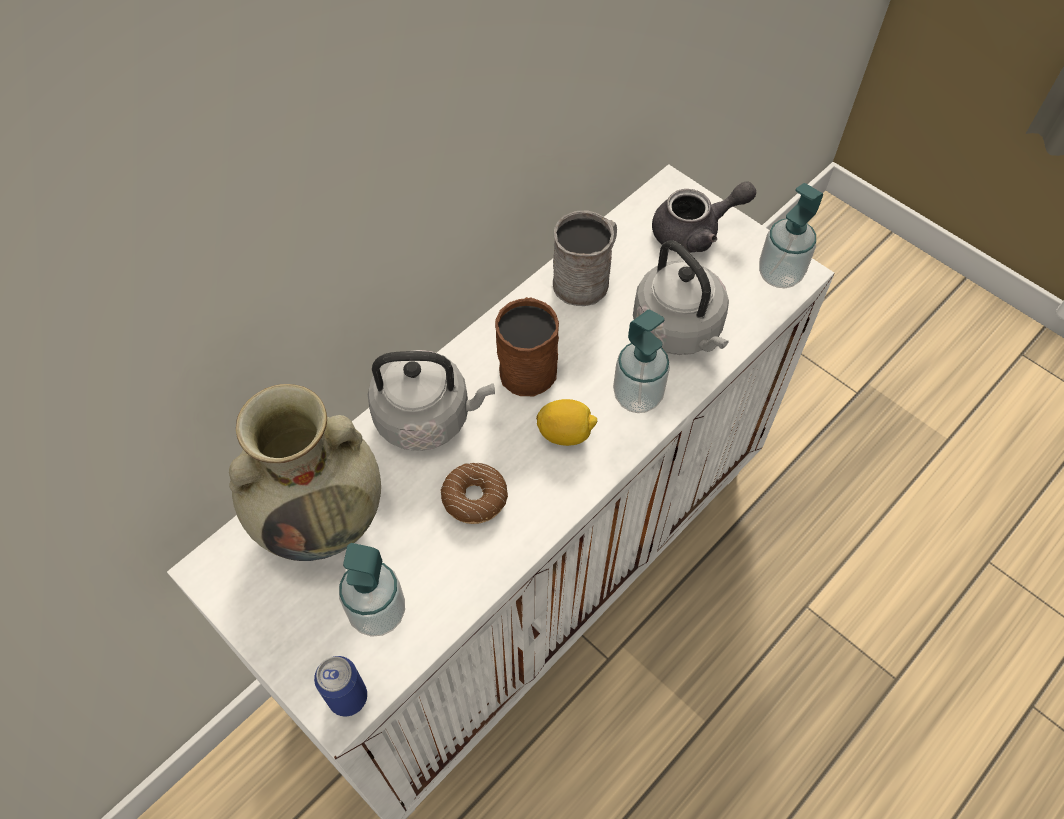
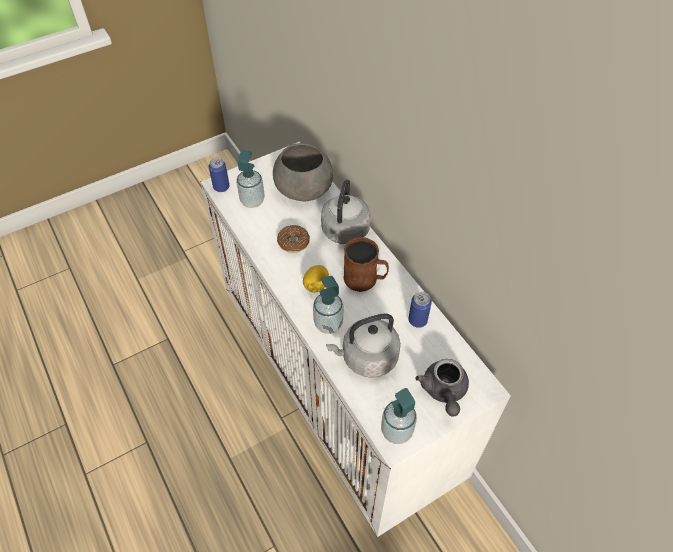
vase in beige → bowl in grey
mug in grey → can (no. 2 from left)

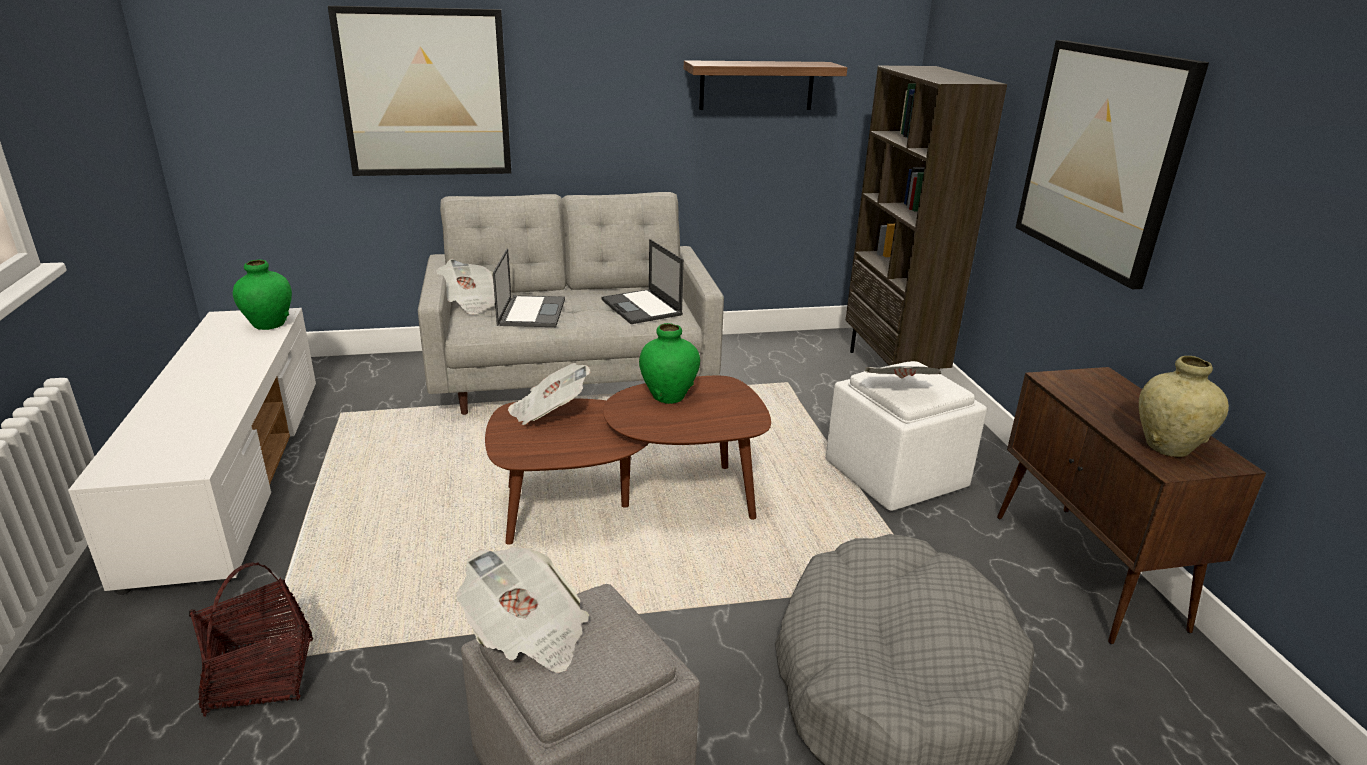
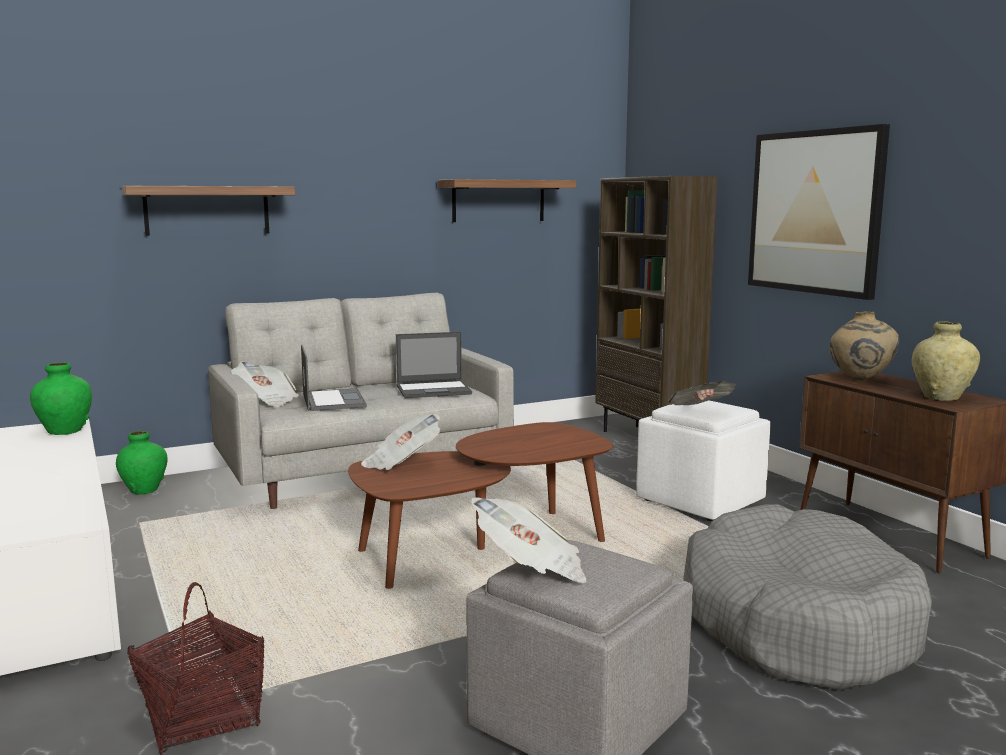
vase in green (no. 2 from left), shifted
picture (no. 1 from left) → shelf (no. 1 from left)
laptop (no. 2 from left), 60 degrees counterclockwise
- → vase in beige (no. 1 from left)

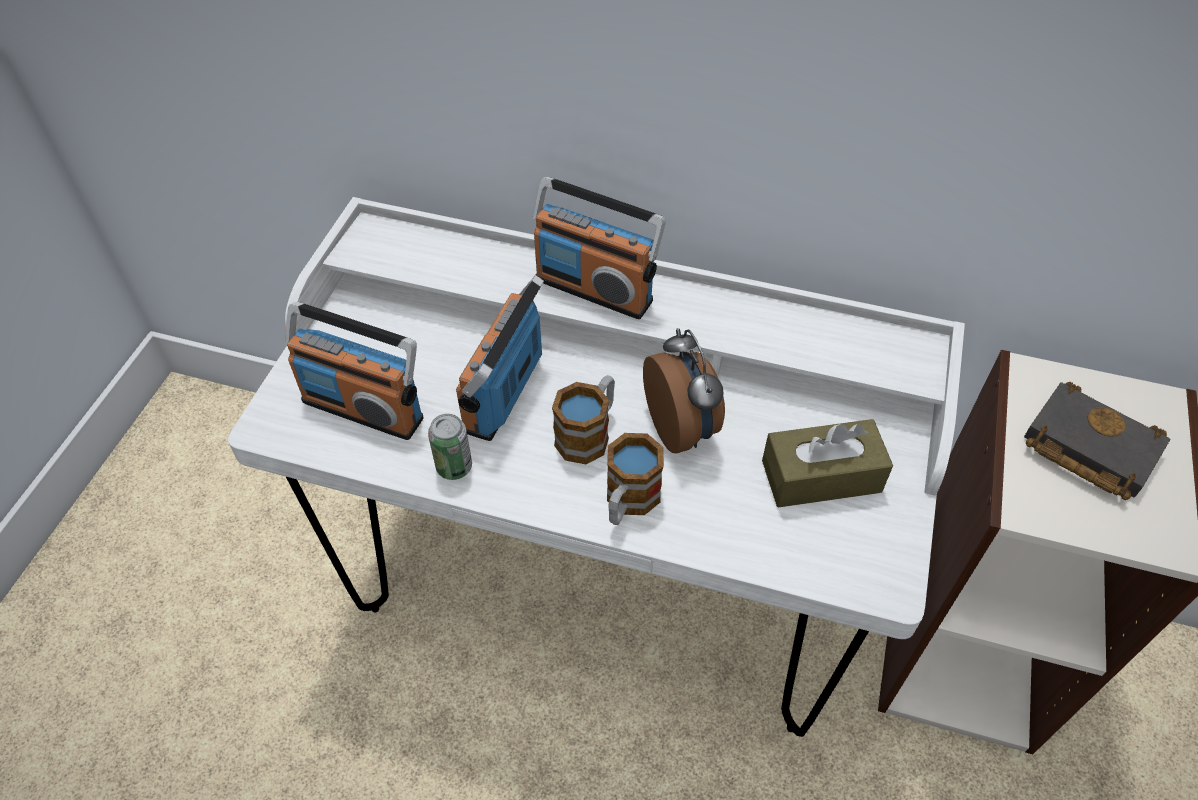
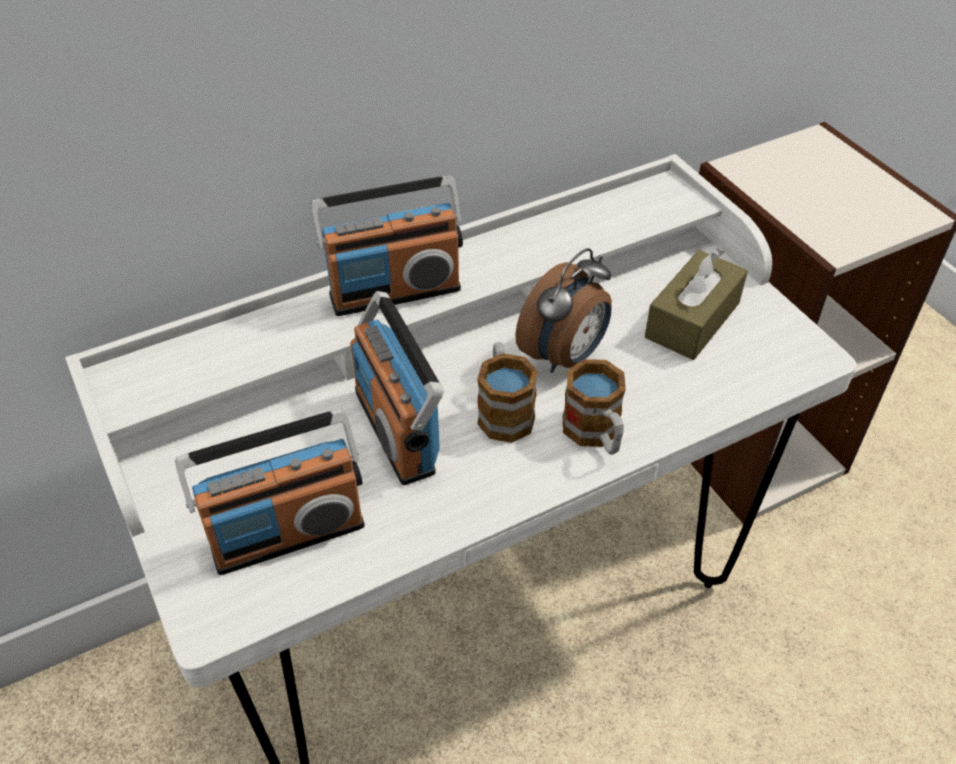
alarm clock, 105 degrees clockwise
can → -
book in black → -

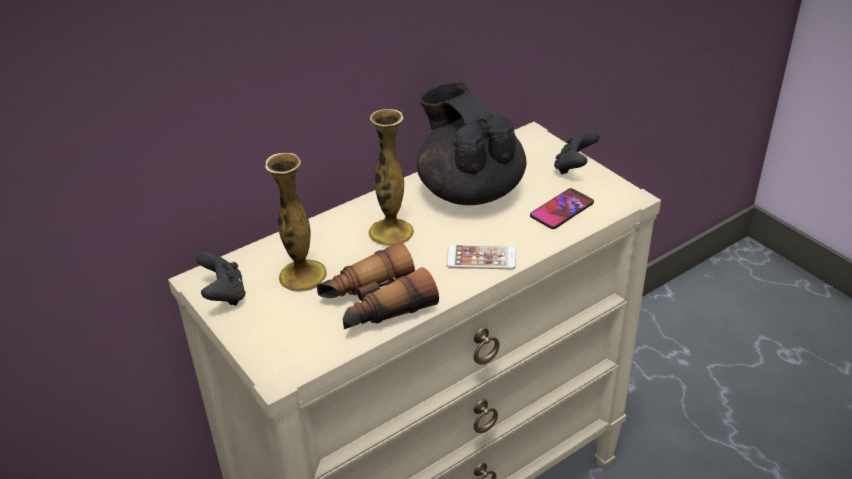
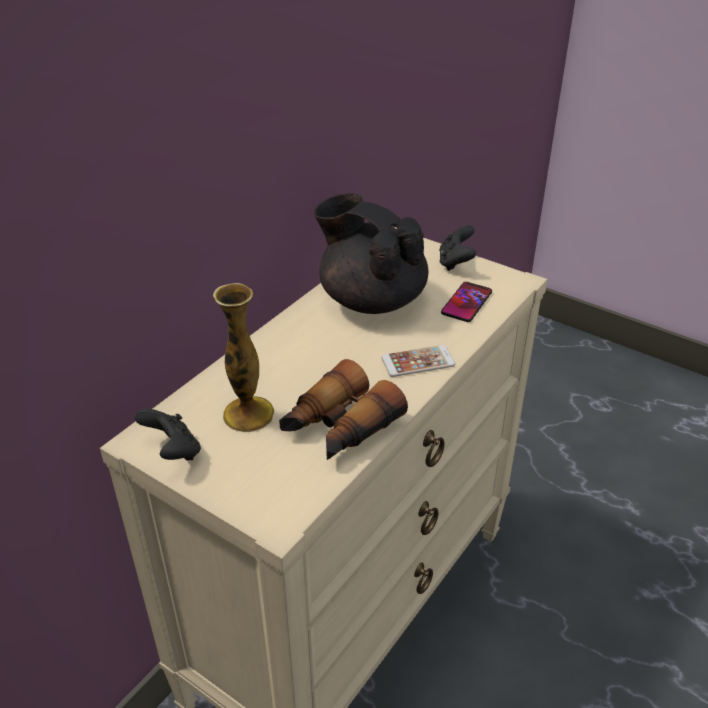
vase (no. 2 from left) → -

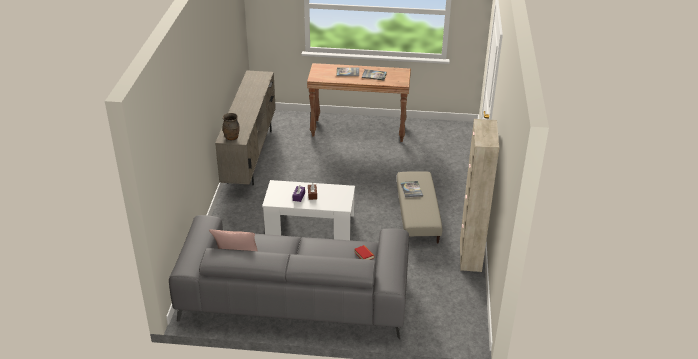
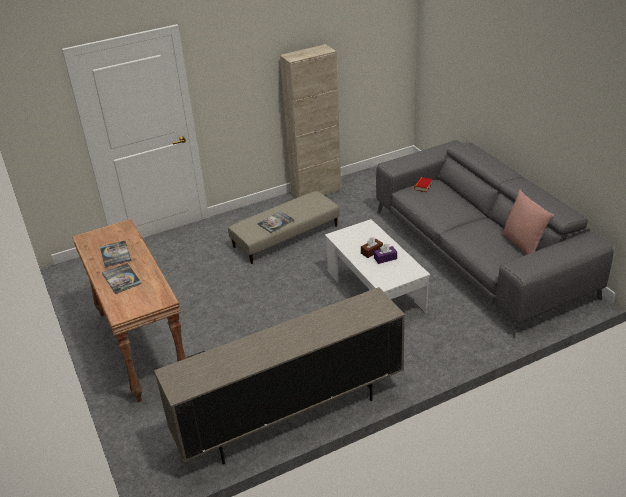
vase in brown → -

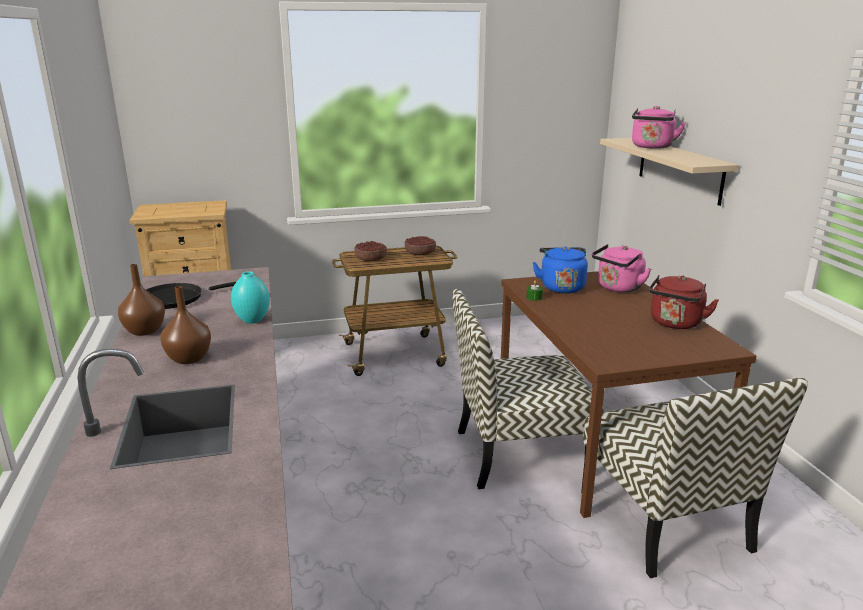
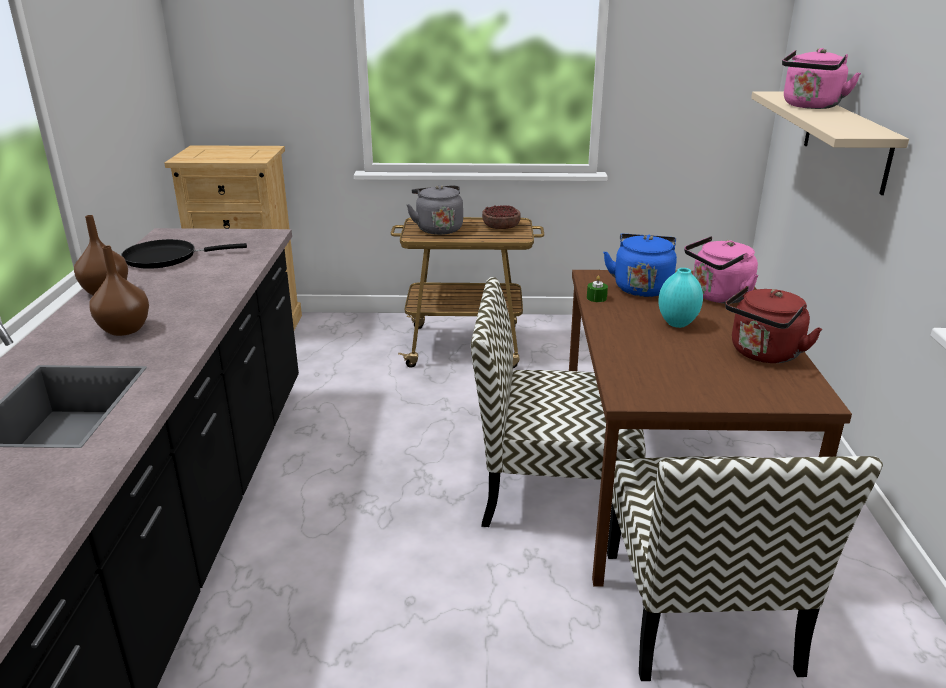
bowl (no. 1 from left) → kettle in grey
vase in turquoise, shifted

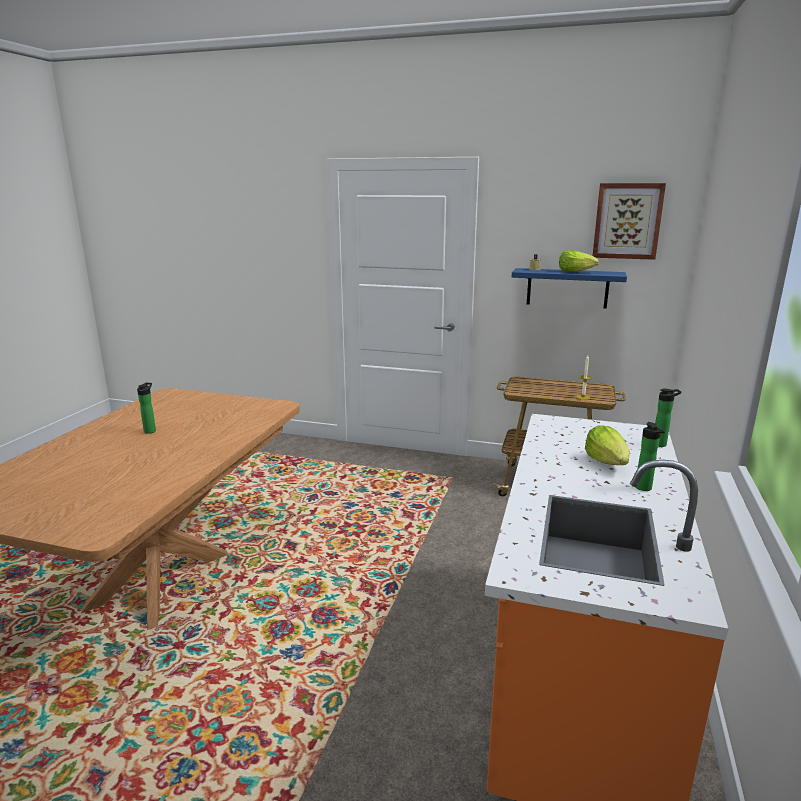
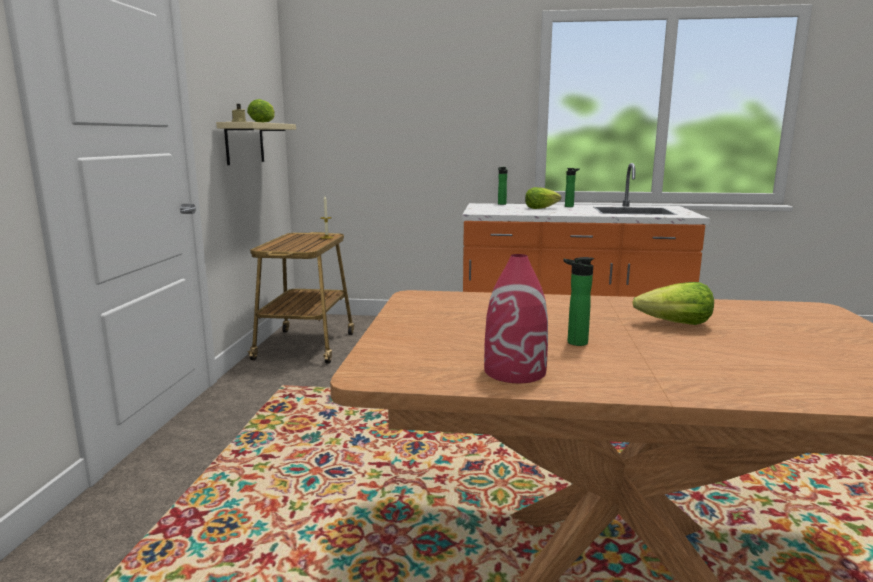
shelf in blue → shelf in beige
- → vase in red
- → lettuce (no. 3 from left)
picture → -

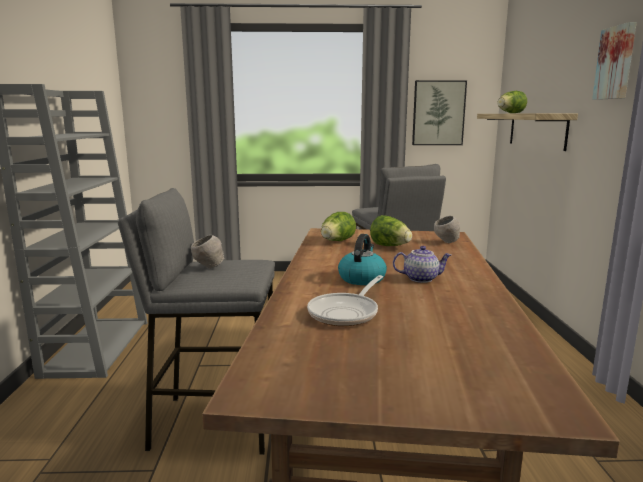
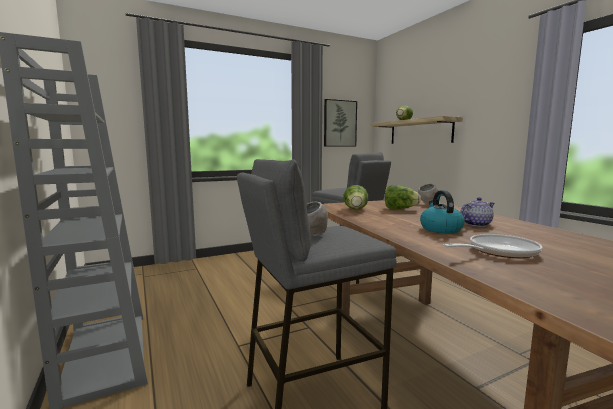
frying pan, 120 degrees counterclockwise
picture (no. 2 from left) → -

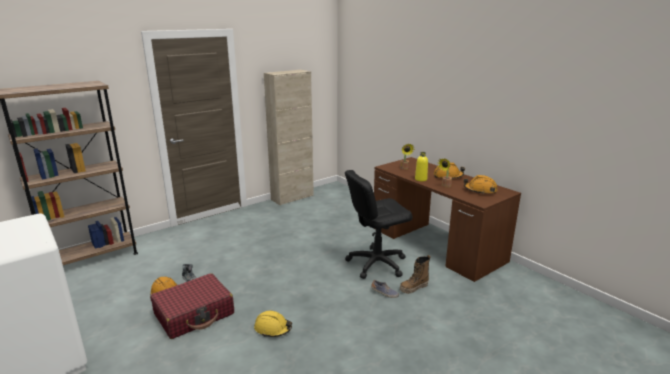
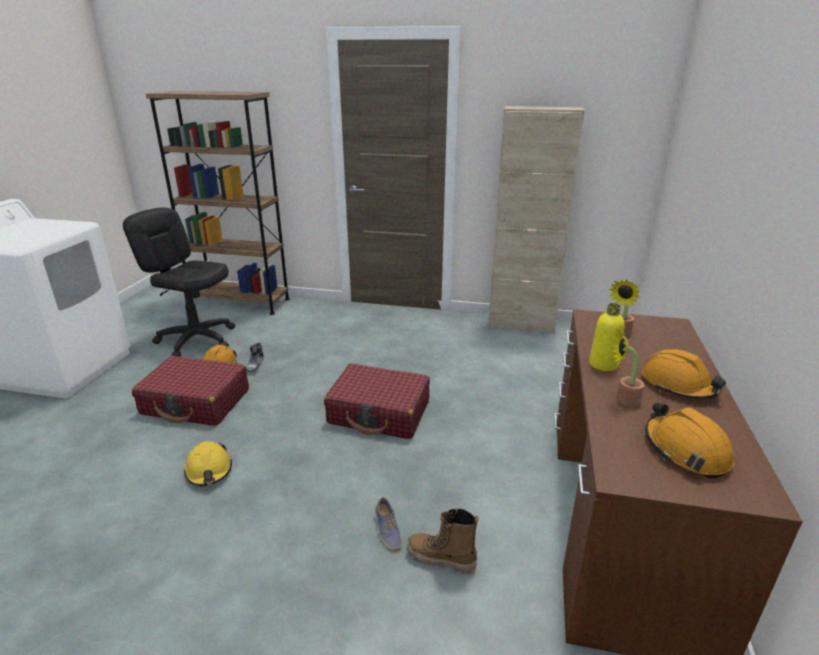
office chair in black, shifted
- → suitcase in red (no. 2 from left)

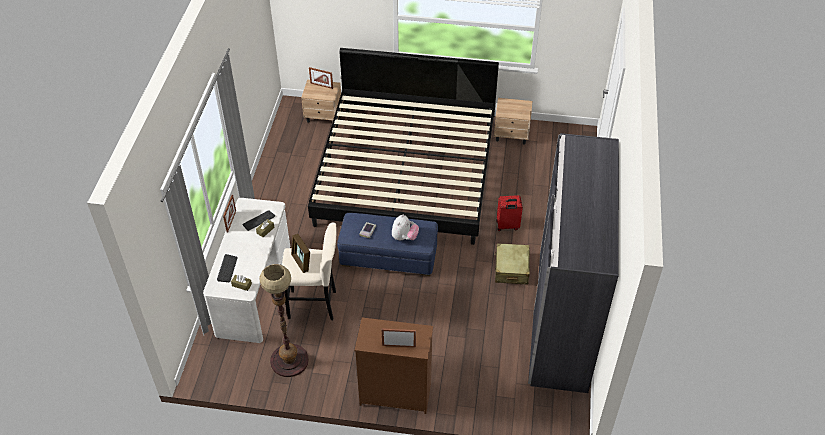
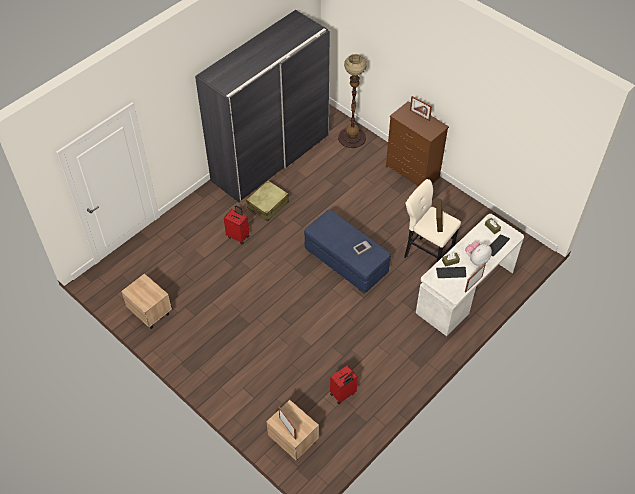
- → suitcase in red (no. 2 from left)
floor lamp, shifted
plush toy, shifted
bed → -

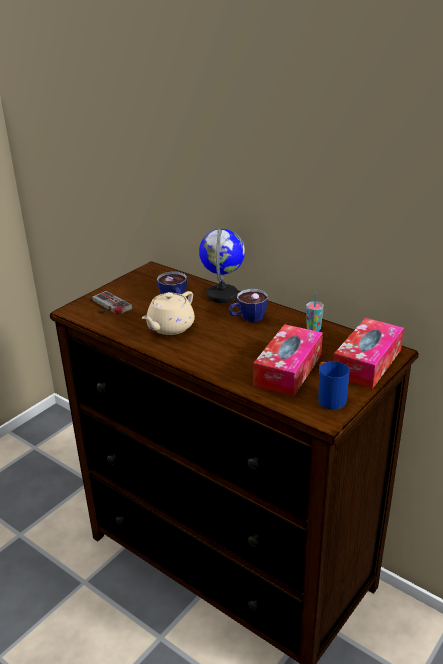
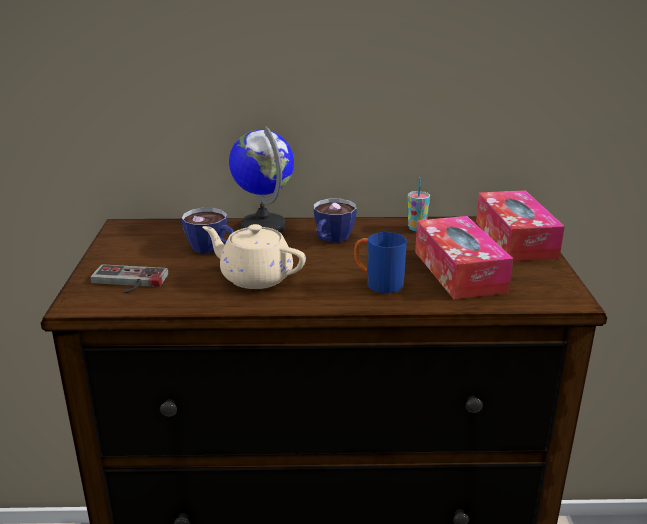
teapot in beige, 120 degrees clockwise
mug in blue, shifted

